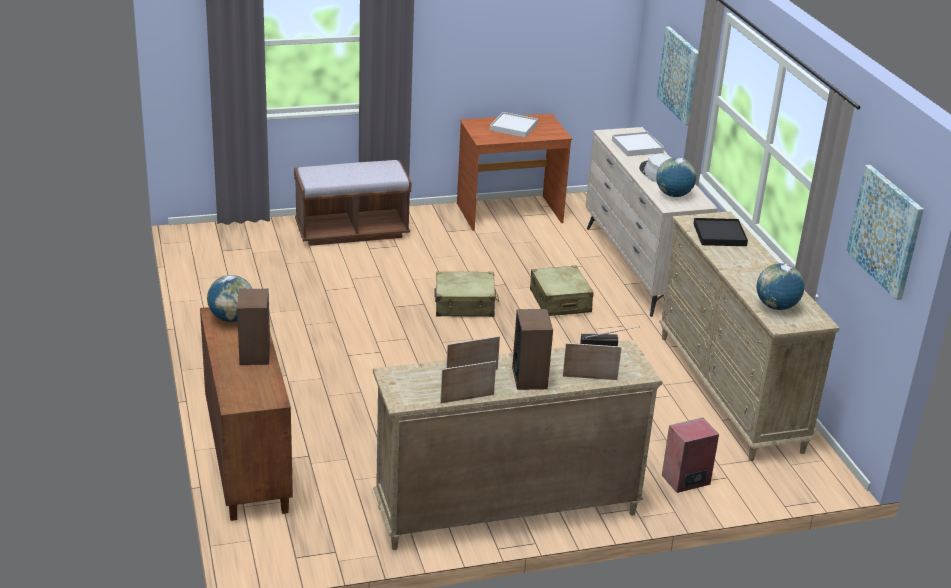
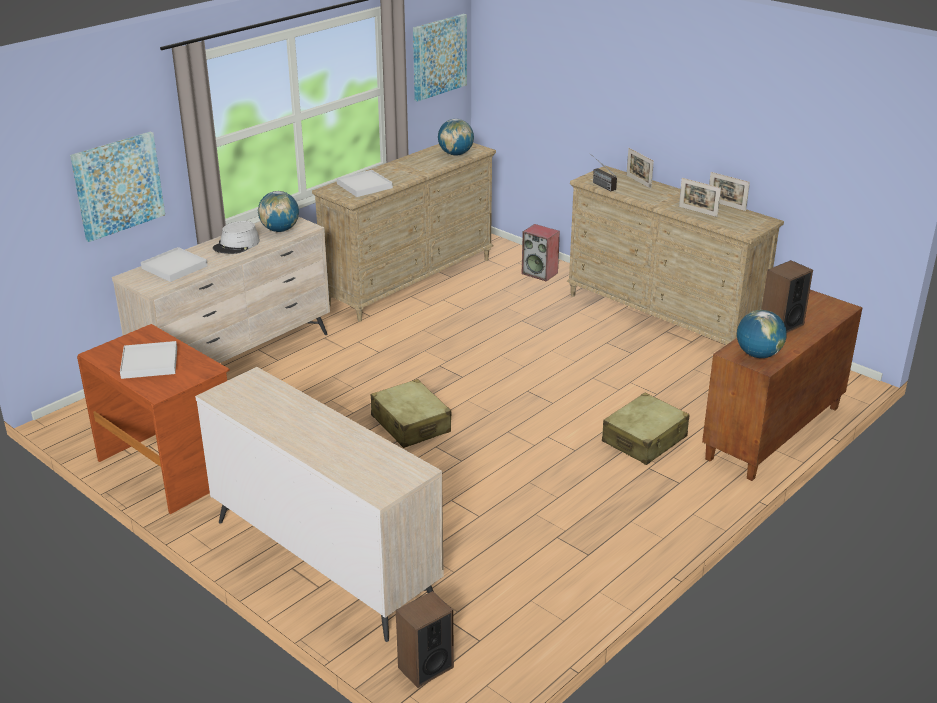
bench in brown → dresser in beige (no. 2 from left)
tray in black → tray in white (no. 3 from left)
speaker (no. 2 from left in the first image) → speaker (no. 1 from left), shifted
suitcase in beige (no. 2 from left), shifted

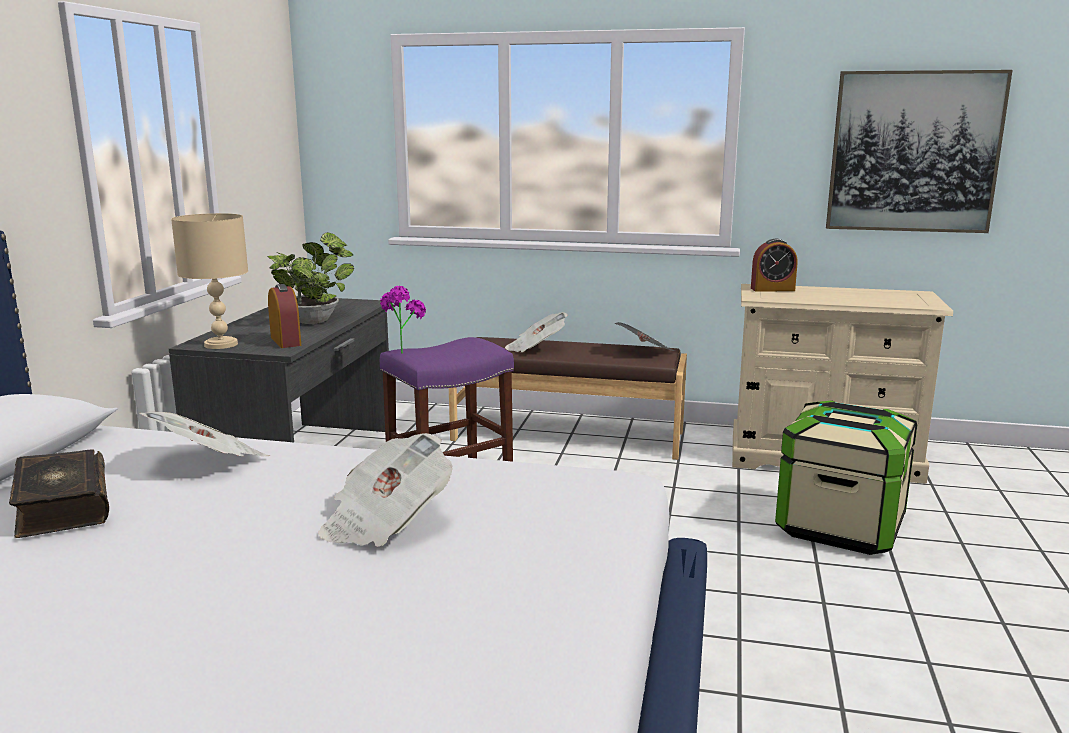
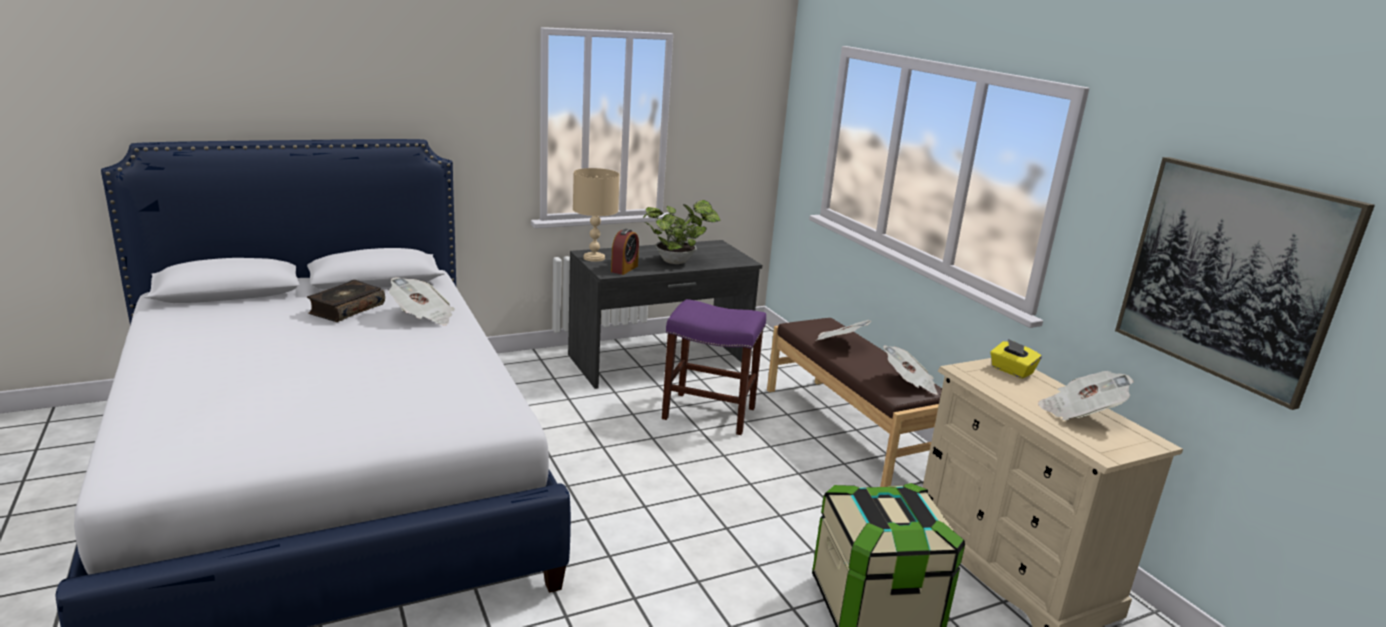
alarm clock (no. 2 from left) → tissue box in yellow
newspaper (no. 2 from left in the first image) → newspaper (no. 4 from left), shifted
potted plant (no. 2 from left) → -

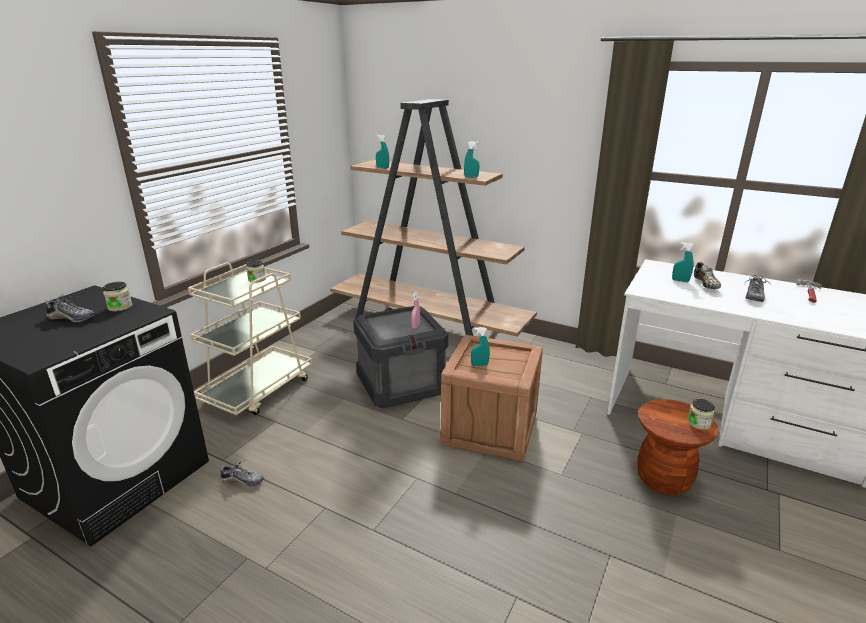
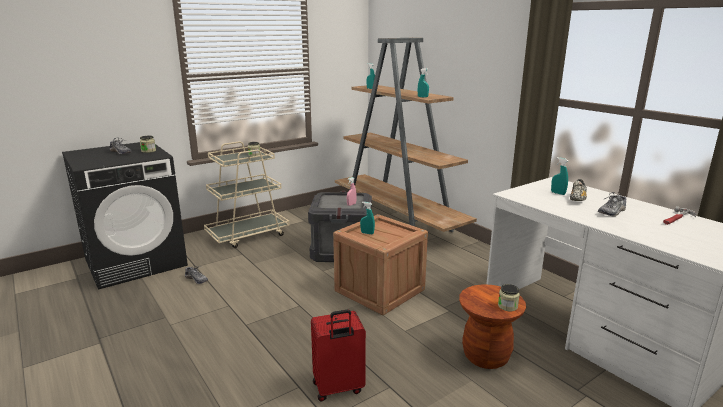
- → suitcase in red

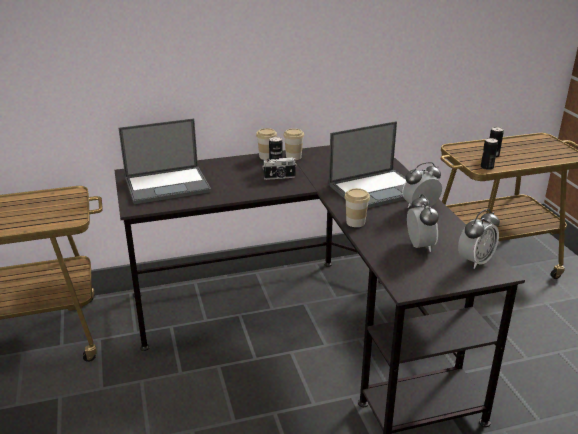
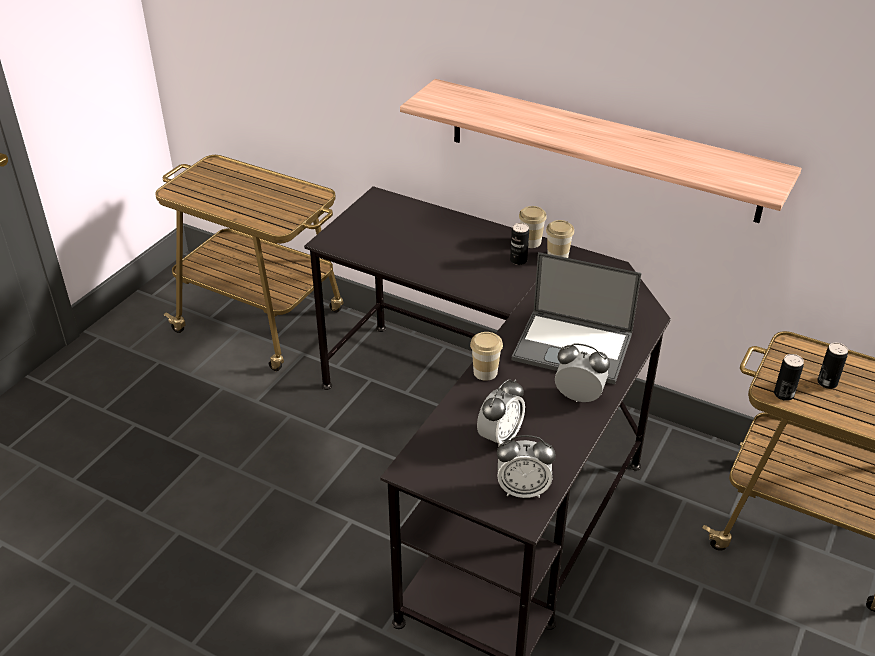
- → shelf
laptop (no. 1 from left) → -
photo camera → -

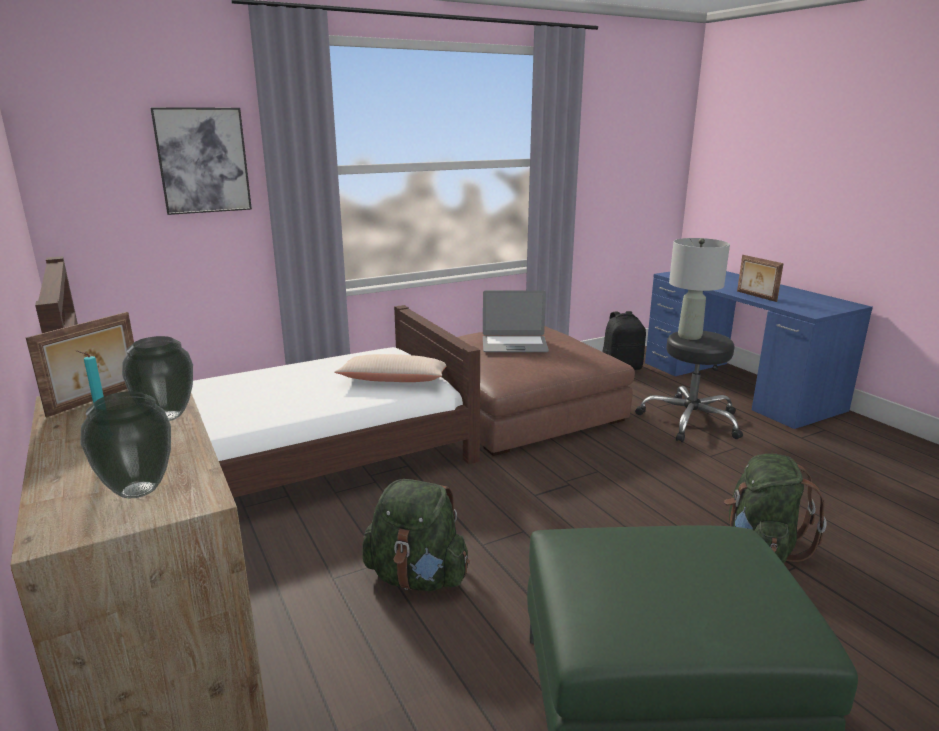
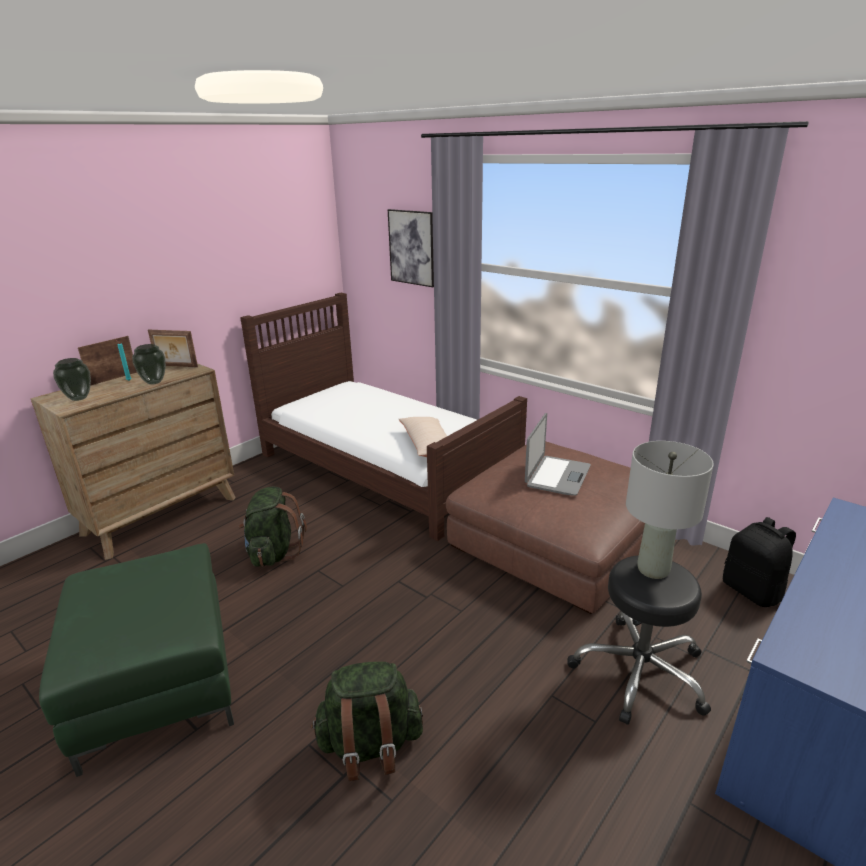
picture frame (no. 2 from left in the first image) → picture frame (no. 1 from left), shifted
laptop, 135 degrees counterclockwise

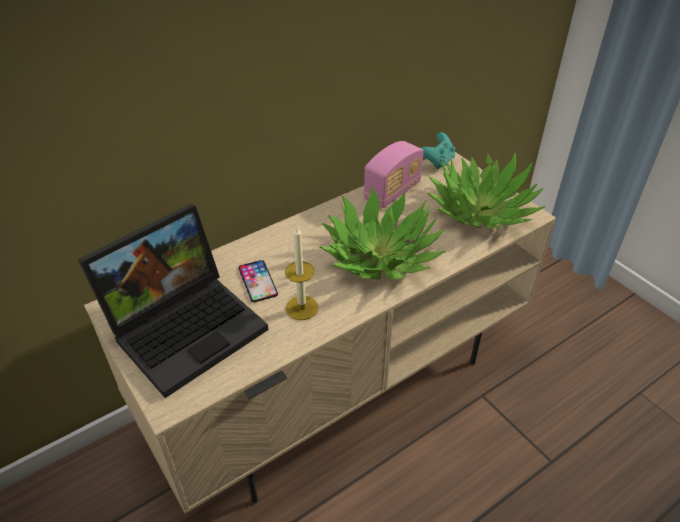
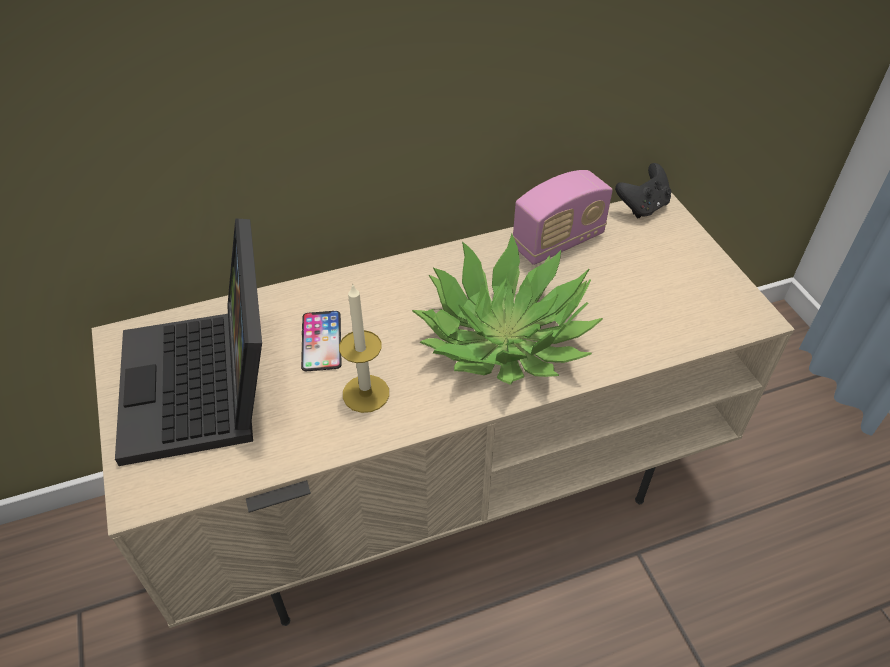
laptop, 105 degrees clockwise
game controller in turquoise → game controller in black
potted plant (no. 2 from left) → -

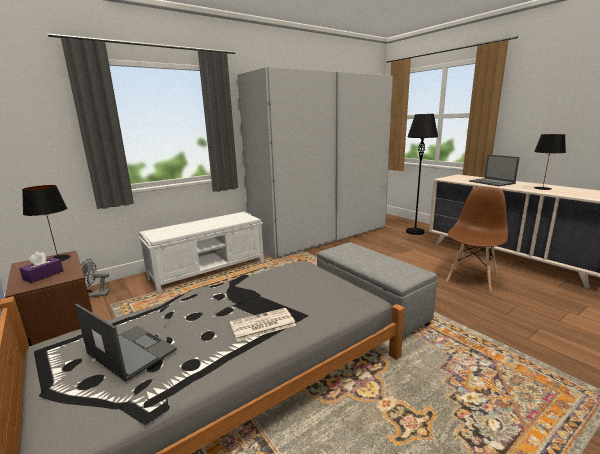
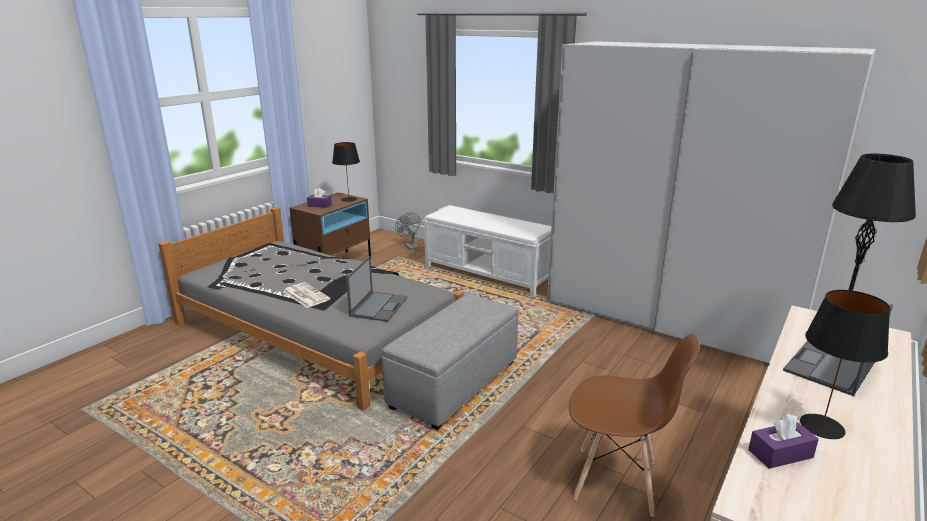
laptop (no. 1 from left), shifted
- → tissue box in purple (no. 2 from left)

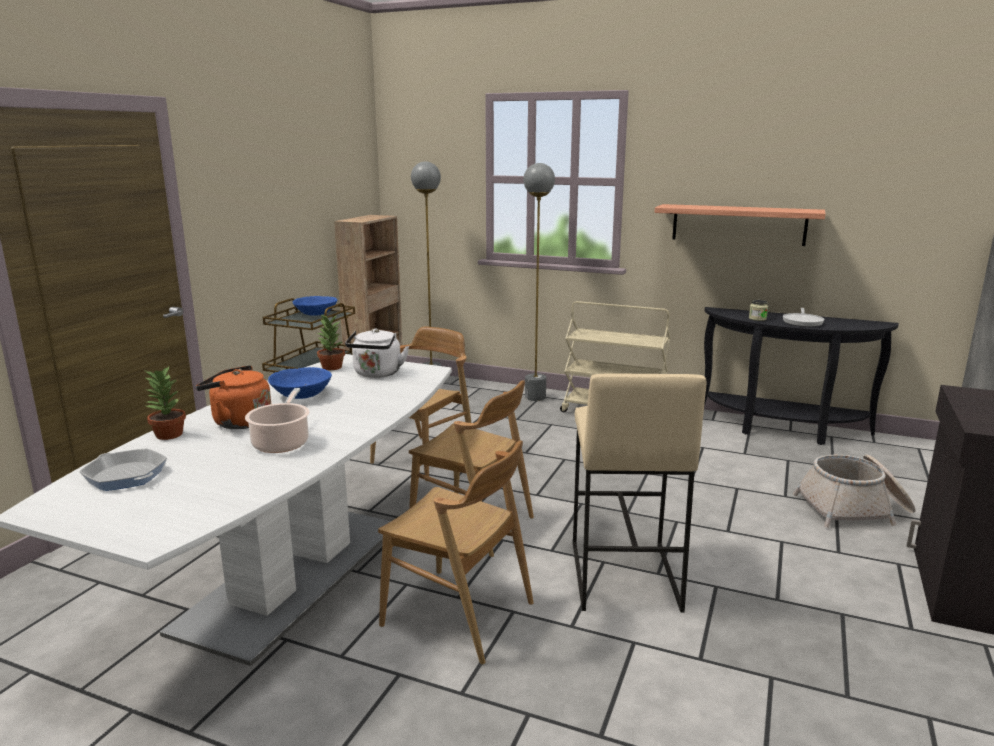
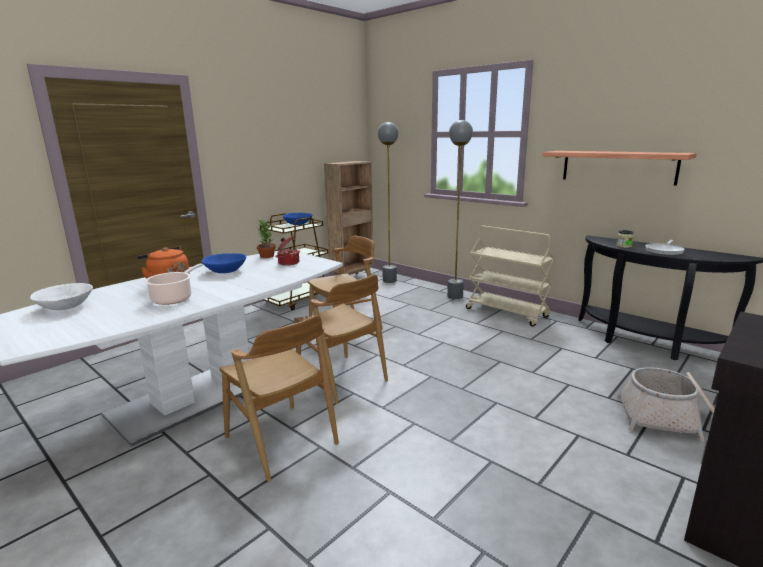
frying pan (no. 1 from left) → bowl in white
kettle in white → cooking pot (no. 2 from left)
potted plant (no. 1 from left) → -
stool in beige → -

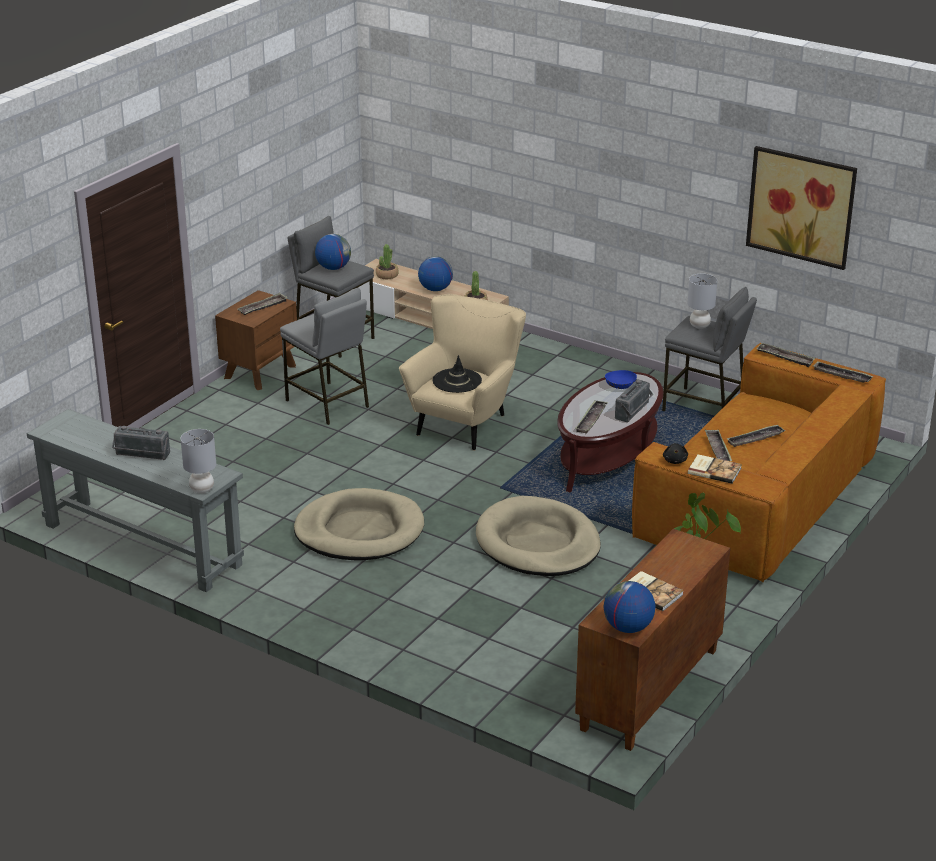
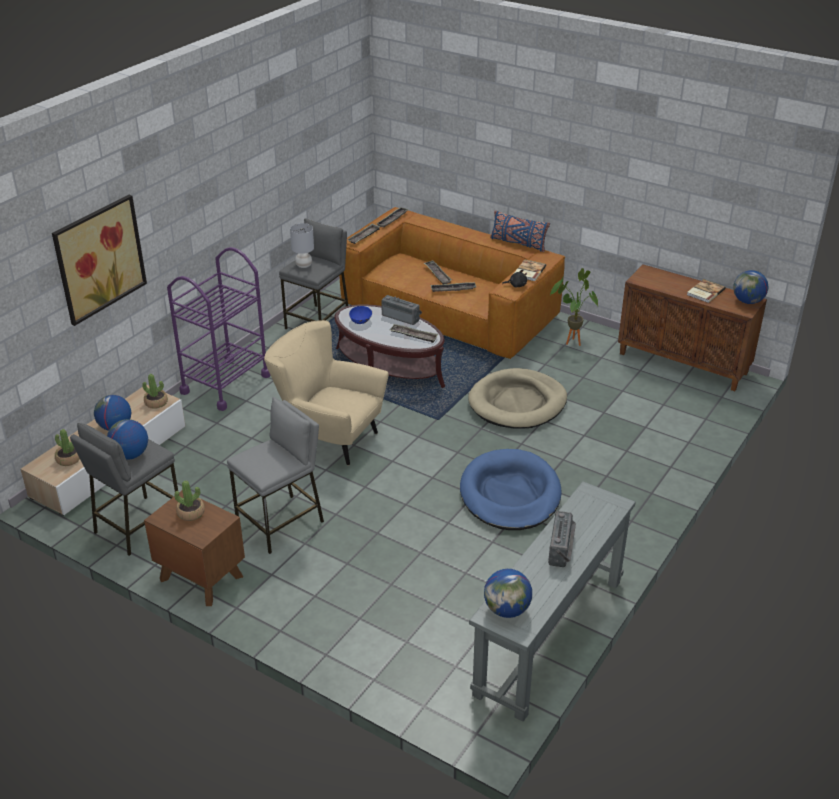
picture, shifted
- → cart in purple
tray (no. 1 from left) → potted plant (no. 3 from left)
dog bed in beige (no. 1 from left) → dog bed in blue
- → globe (no. 3 from left)
- → pillow in blue
table lamp in grey (no. 1 from left) → -
hat in black → -

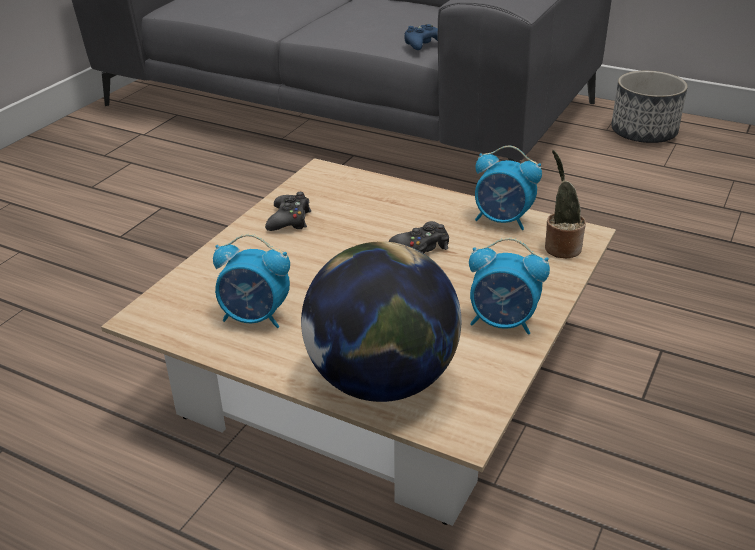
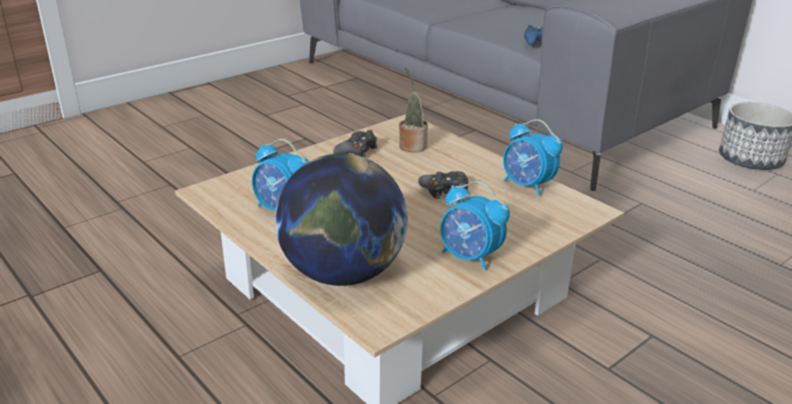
potted plant, shifted

